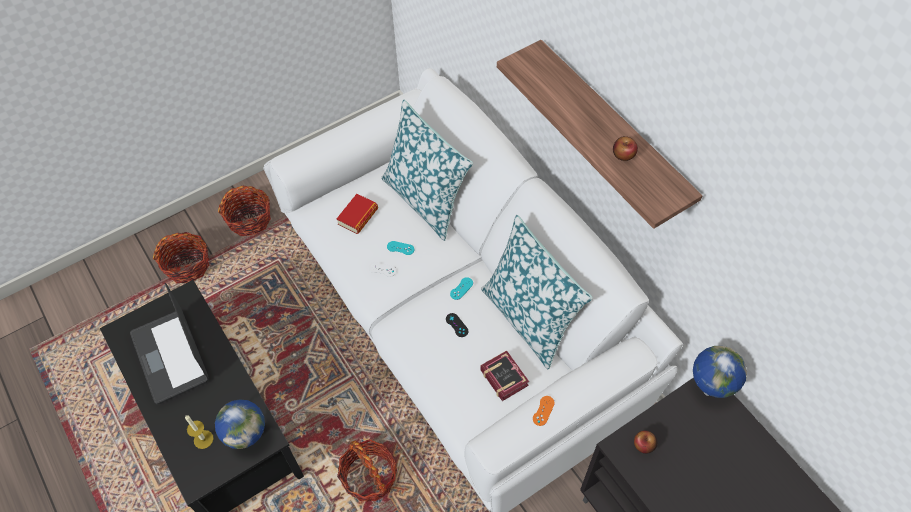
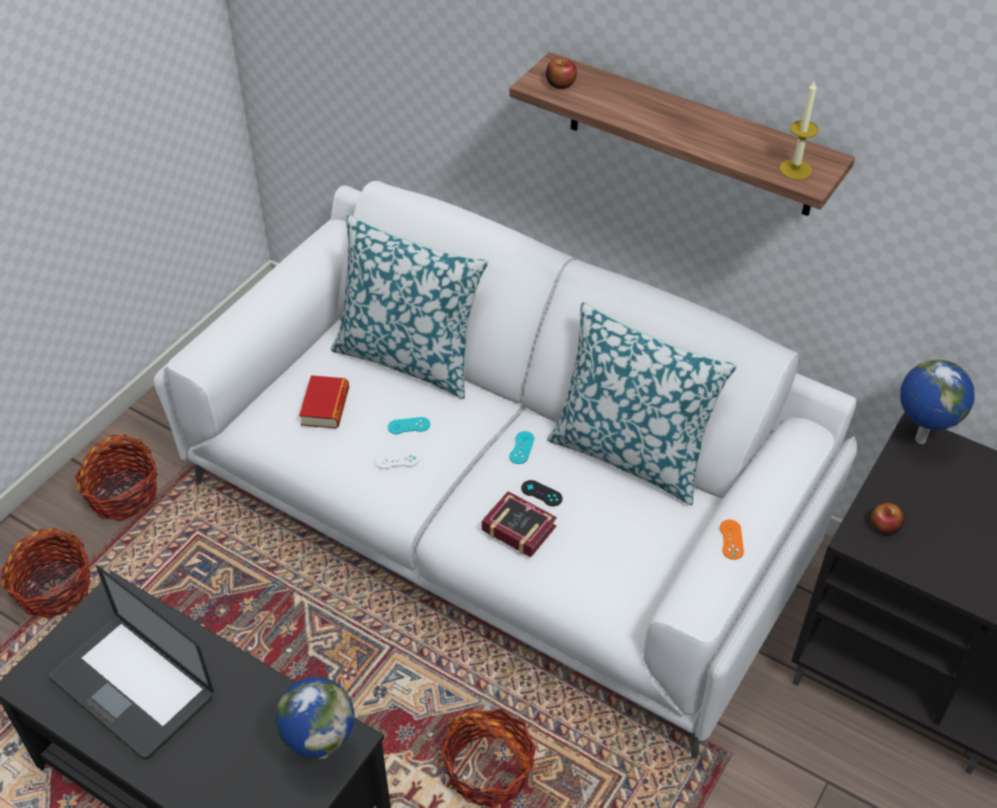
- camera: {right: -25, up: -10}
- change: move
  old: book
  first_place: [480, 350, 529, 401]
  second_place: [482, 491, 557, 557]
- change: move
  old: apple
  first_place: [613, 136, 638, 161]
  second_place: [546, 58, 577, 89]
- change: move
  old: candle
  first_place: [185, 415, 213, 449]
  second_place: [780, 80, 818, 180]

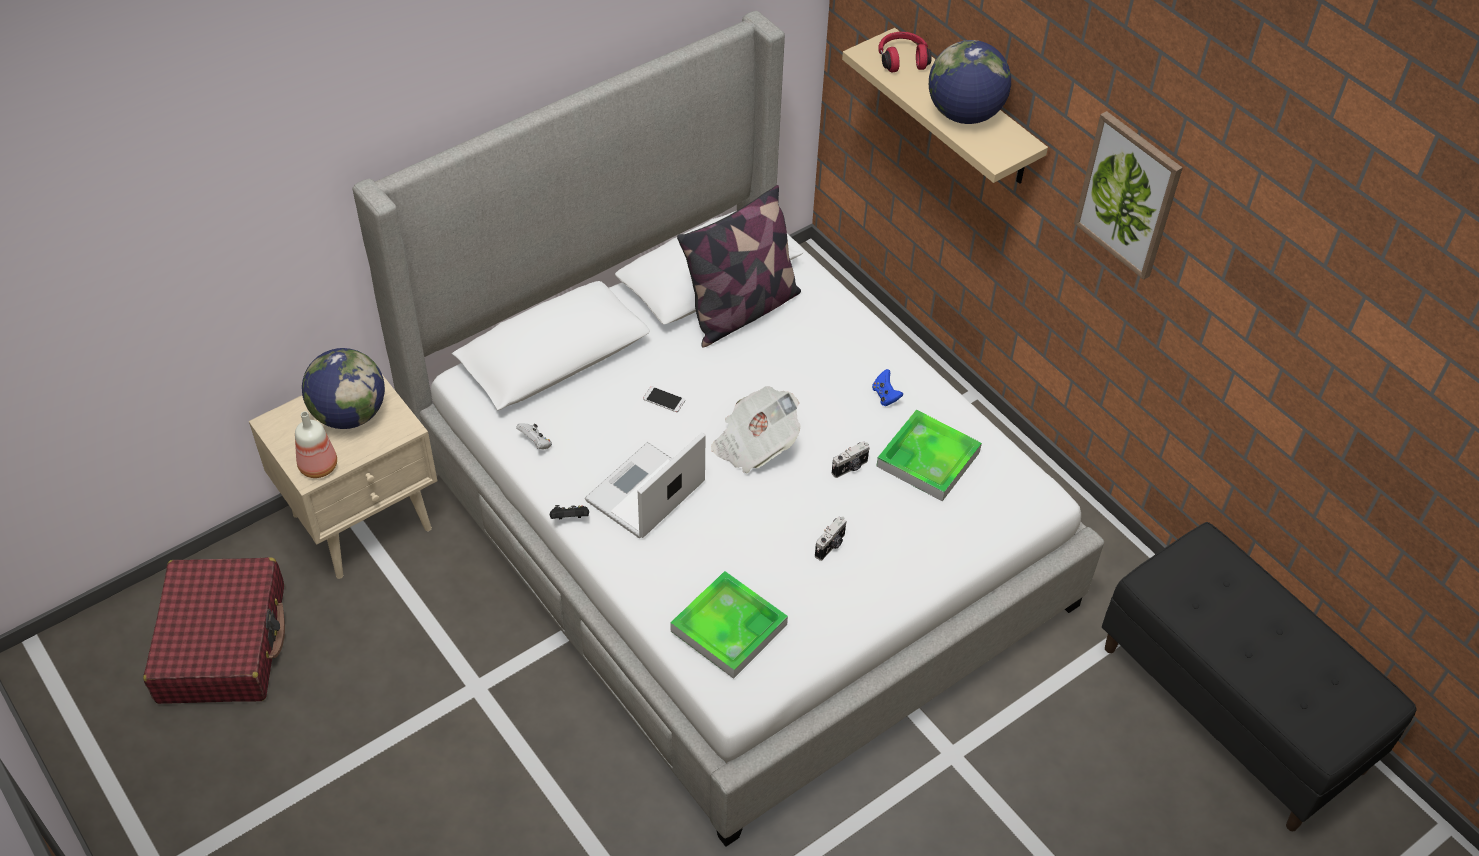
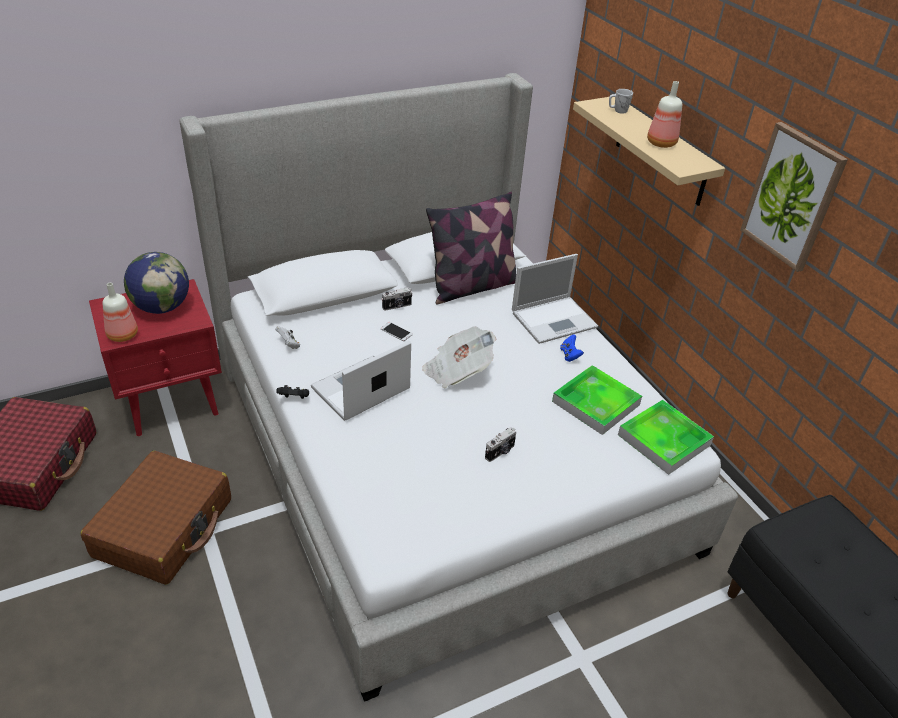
- camera: {right: 10, up: -10}
- change: insert
  new: brown suitcase
  second_place: [80, 451, 231, 585]
- change: recolor
  old: beige nightstand
  new: red nightstand
  first_place: [249, 375, 437, 579]
  second_place: [89, 279, 222, 436]
- change: move
  old: photo camera
  first_place: [832, 441, 869, 478]
  second_place: [382, 287, 413, 311]
- change: insert
  new: laptop
  second_place: [512, 254, 598, 344]
- change: replace
  old: red headphones
  new: white mug
  first_place: [878, 32, 932, 72]
  second_place: [609, 89, 633, 114]
- change: move
  old: tray
  first_place: [670, 571, 788, 679]
  second_place: [618, 400, 714, 475]
- change: replace
  old: globe
  new: bottle
  first_place: [929, 40, 1011, 124]
  second_place: [647, 81, 682, 148]

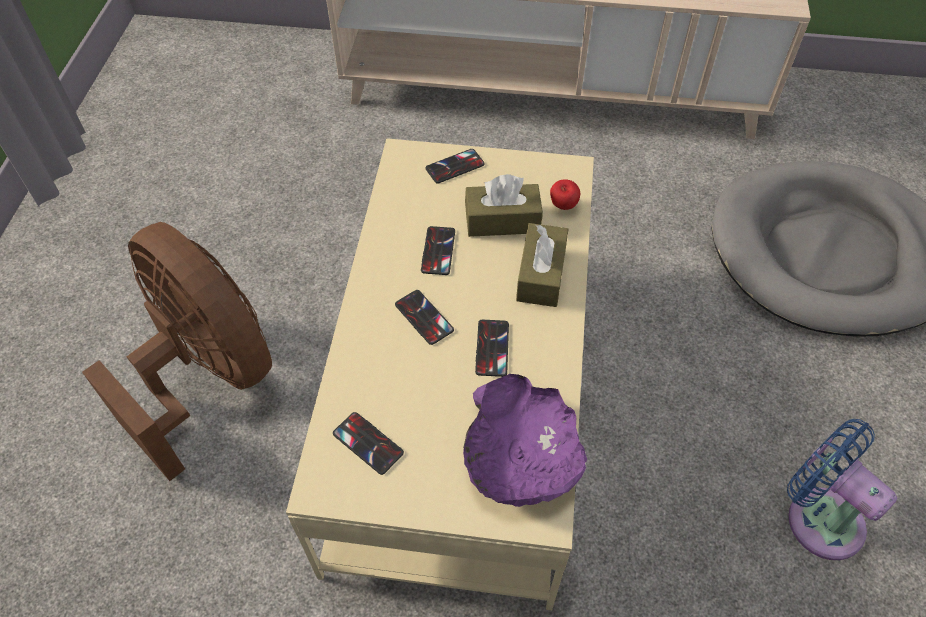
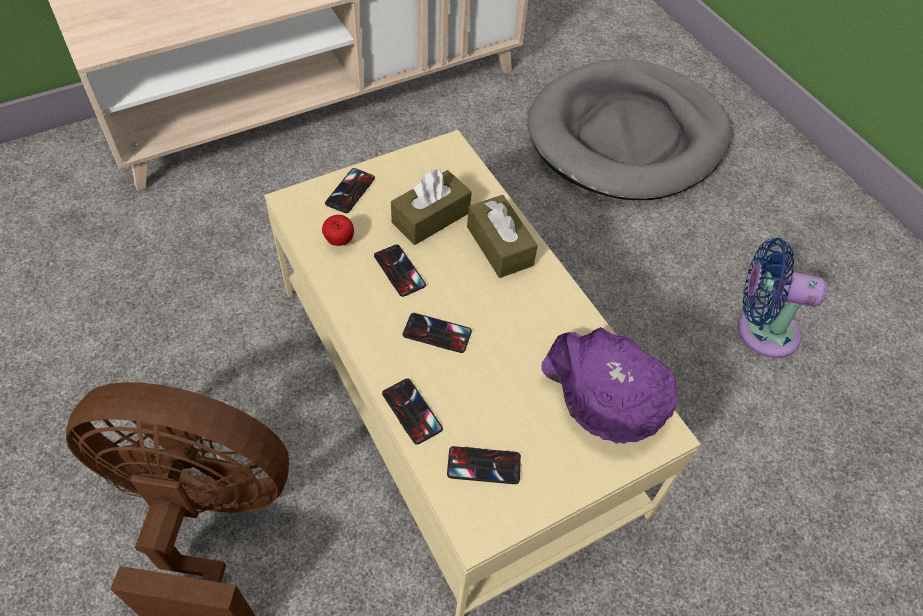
- camera: {right: -40, up: 0}
- change: move
  old: apple
  first_place: [550, 179, 580, 210]
  second_place: [322, 215, 354, 246]
- change: move
  old: phone
  first_place: [475, 320, 509, 377]
  second_place: [382, 379, 443, 445]

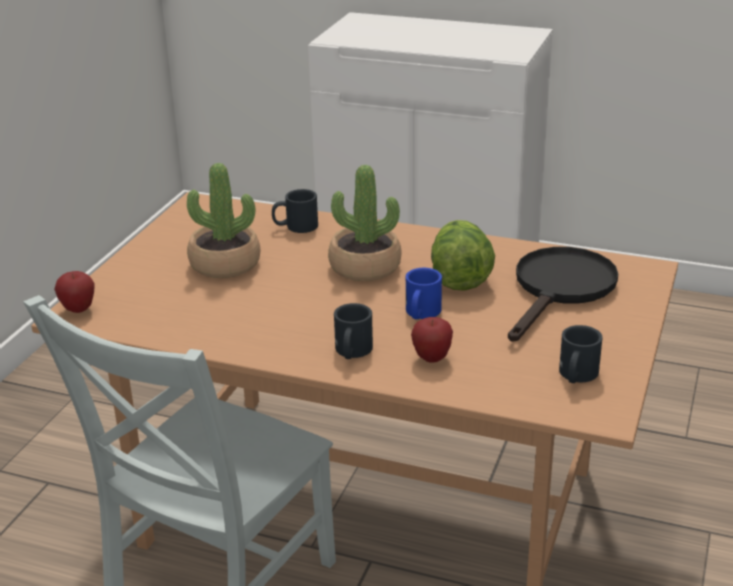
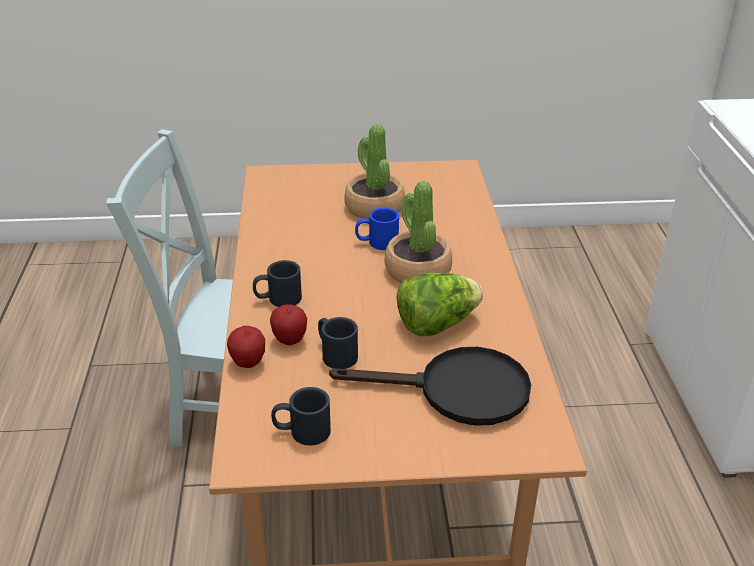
- camera: {right: 65, up: 5}
- change: move
  old: apple
  first_place: [54, 271, 95, 313]
  second_place: [227, 326, 265, 368]
- change: move
  old: black mug
  first_place: [272, 189, 318, 233]
  second_place: [318, 317, 358, 369]
- change: move
  old: blue mug
  first_place: [406, 268, 442, 319]
  second_place: [355, 208, 399, 250]

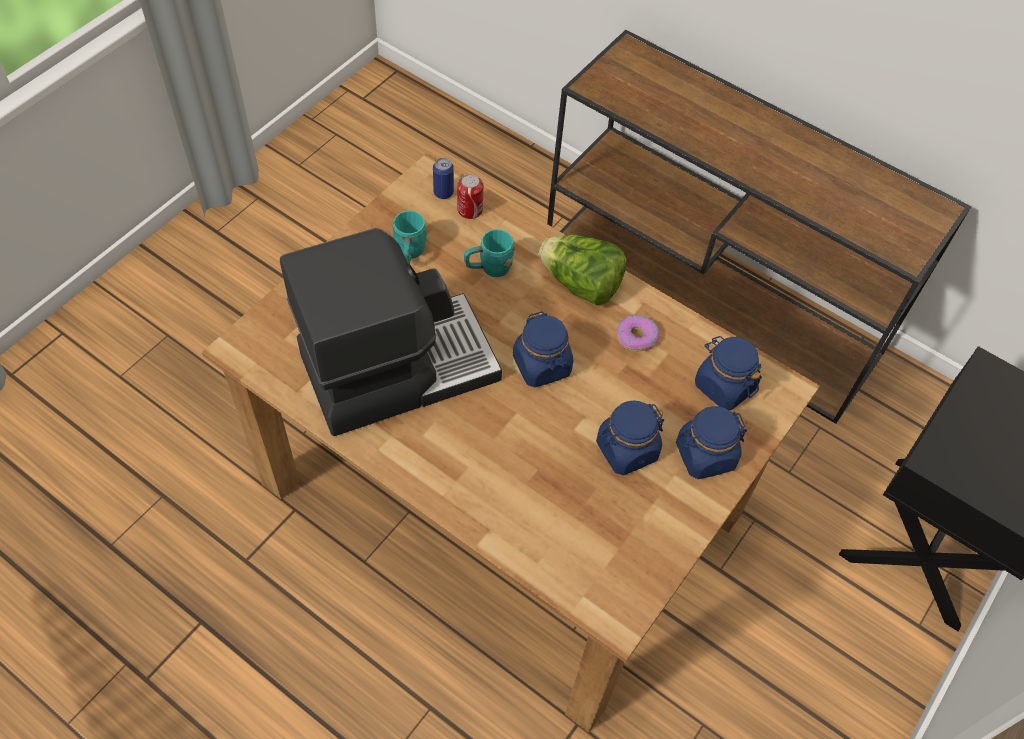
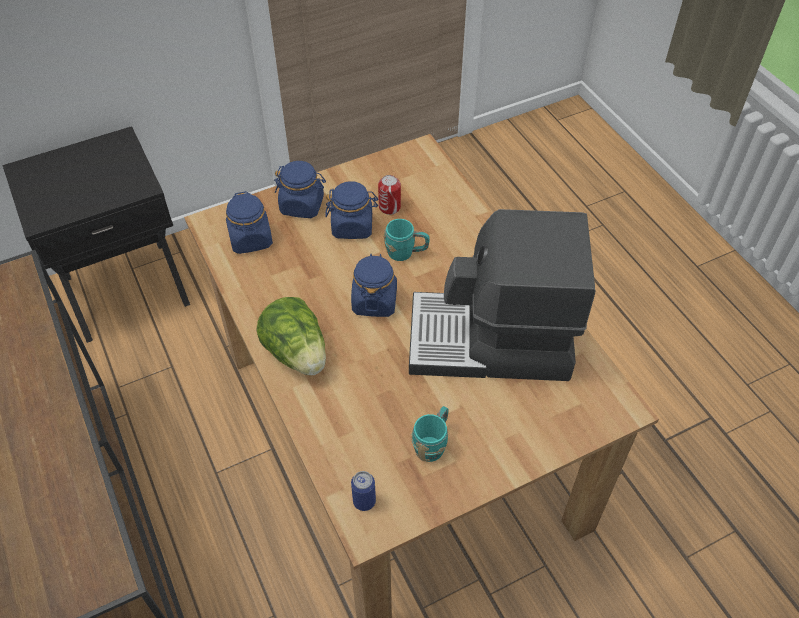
- camera: {right: -150, up: -5}
- change: move
  old: can
  first_place: [457, 174, 483, 219]
  second_place: [378, 175, 401, 215]
- change: move
  old: turquoise mug
  first_place: [464, 229, 515, 277]
  second_place: [384, 219, 430, 261]
- change: delete
  old: donut
  first_place: [617, 315, 660, 351]

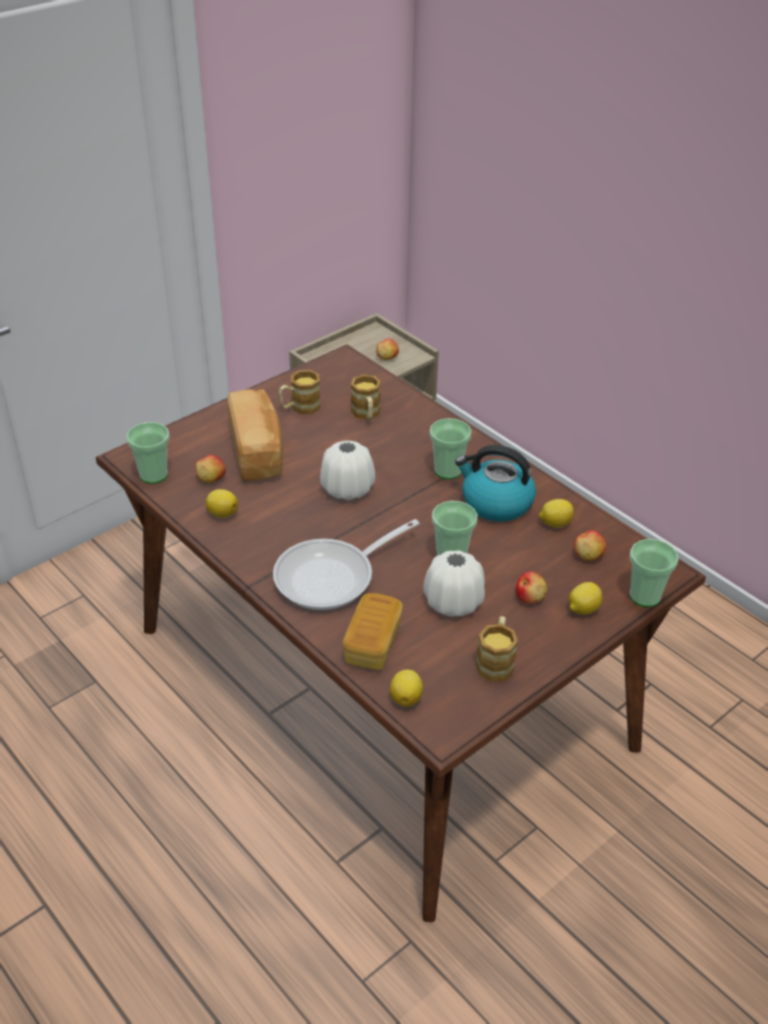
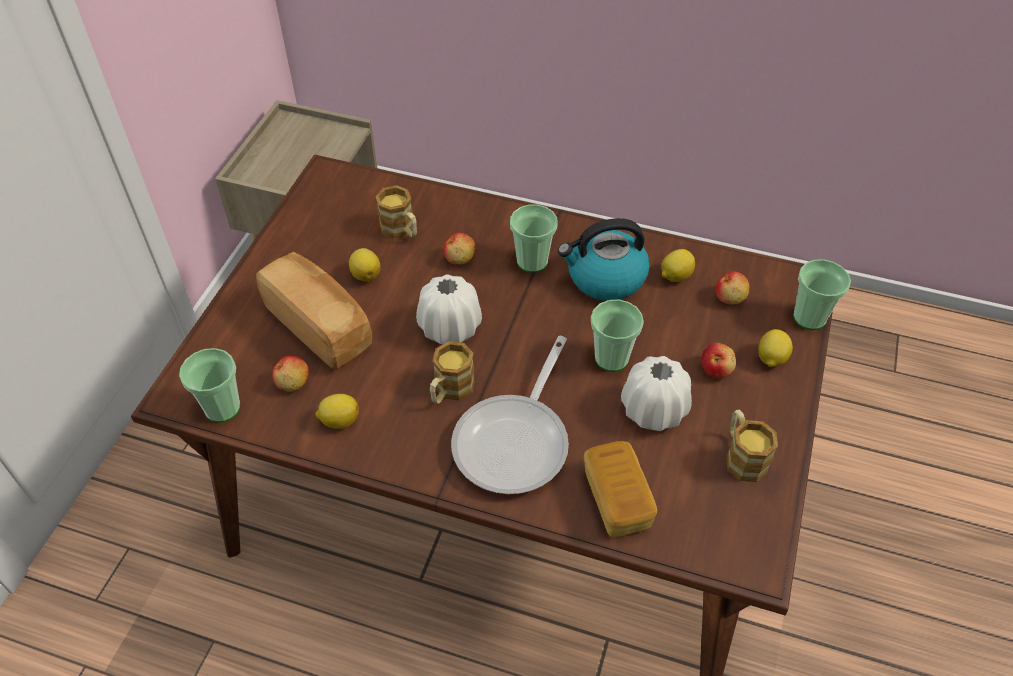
- camera: {right: -30, up: 10}
- change: move
  old: lemon
  first_place: [390, 669, 423, 707]
  second_place: [349, 248, 380, 281]
- change: move
  old: mug
  first_place: [279, 370, 321, 414]
  second_place: [430, 341, 475, 404]
- change: move
  old: apple
  first_place: [376, 338, 399, 360]
  second_place: [444, 232, 476, 265]

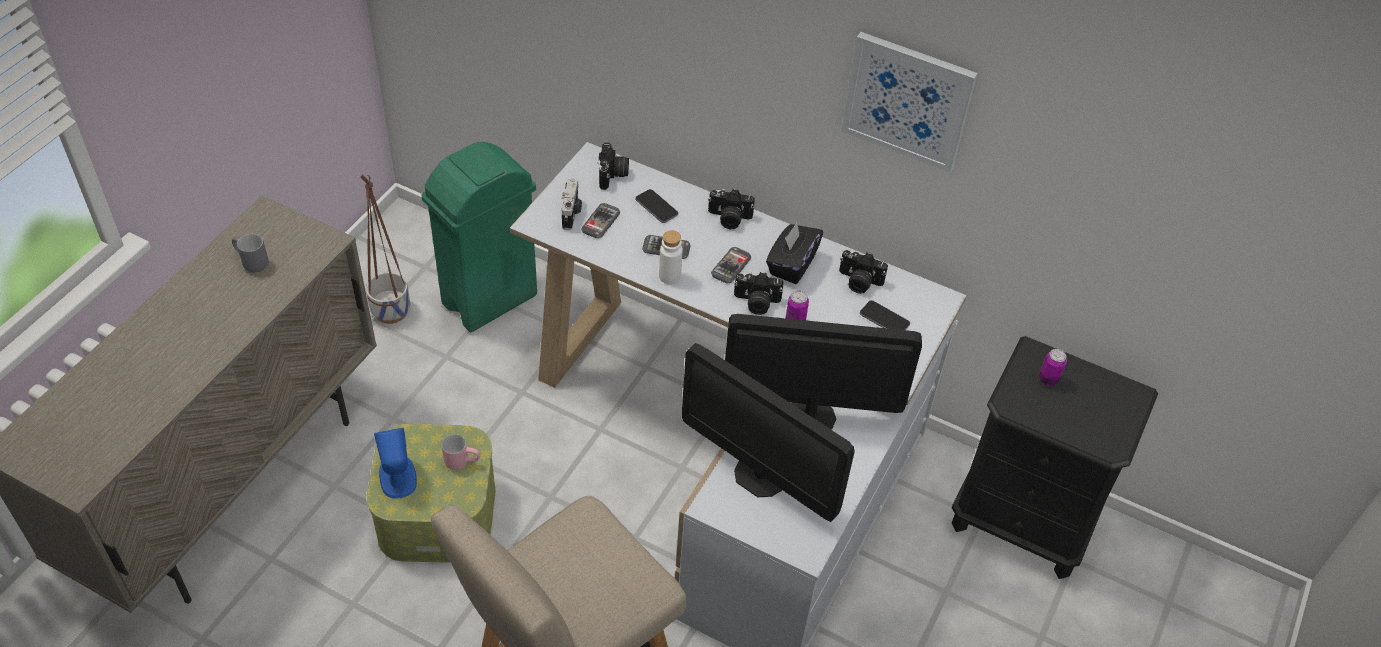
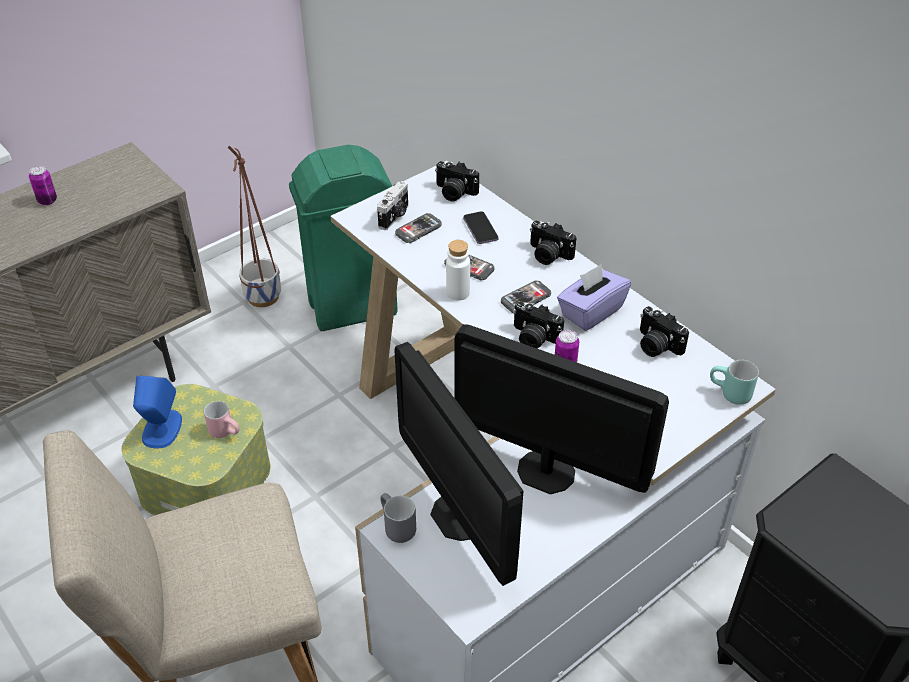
- camera: {right: 25, up: -5}
- change: move
  old: can
  first_place: [1039, 349, 1067, 386]
  second_place: [29, 166, 57, 205]
- change: move
  old: grey mug
  first_place: [232, 234, 269, 272]
  second_place: [380, 493, 416, 543]
- change: rotate
  old: photo camera
  first_place: [597, 142, 629, 190]
  second_place: [435, 161, 479, 201]
  degrees: 90
- change: recolor
  old: black tissue box
  new: purple tissue box
  first_place: [766, 223, 823, 284]
  second_place: [557, 264, 631, 331]
- change: insert
  new: turquoise mug
  second_place: [710, 360, 759, 405]
- change: delete
  old: picture
  first_place: [841, 32, 978, 173]
- change: delete
  old: phone
  first_place: [860, 300, 910, 330]

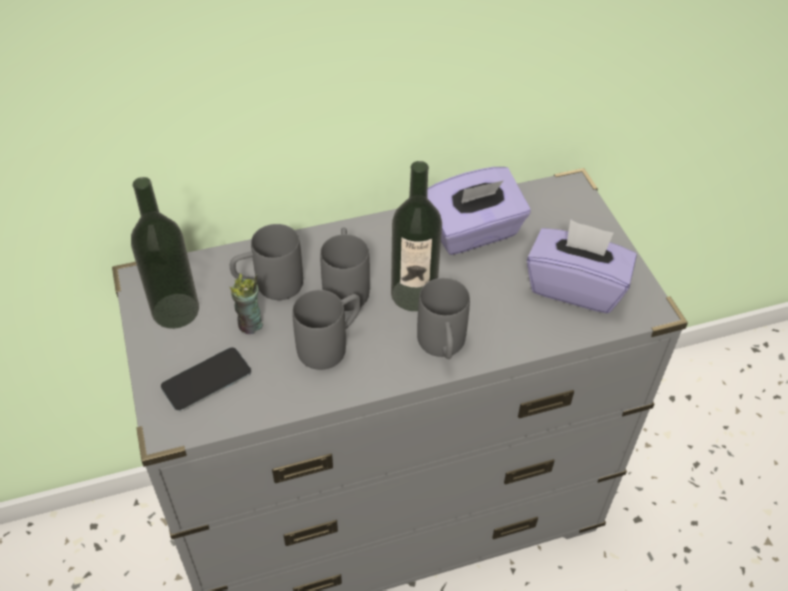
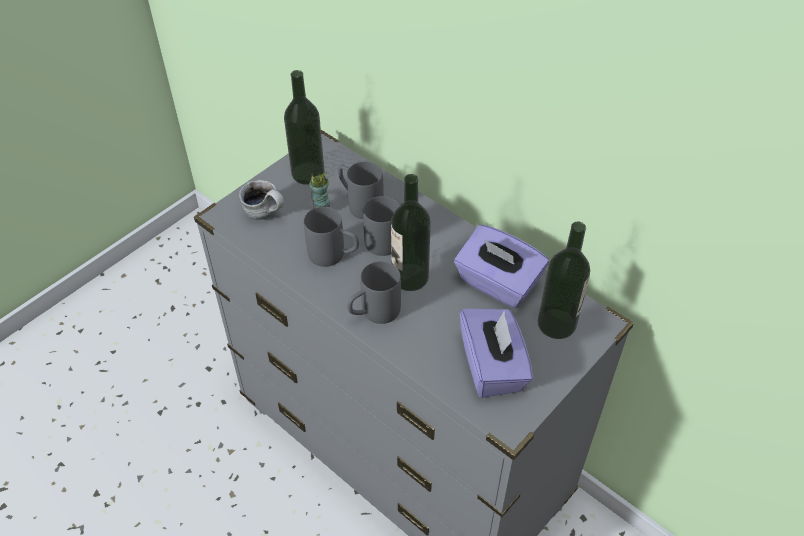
- camera: {right: 60, up: 0}
- change: replace
  old: phone
  new: mug
  first_place: [161, 347, 251, 412]
  second_place: [239, 180, 284, 220]
- change: insert
  new: bottle
  second_place: [538, 222, 590, 339]

